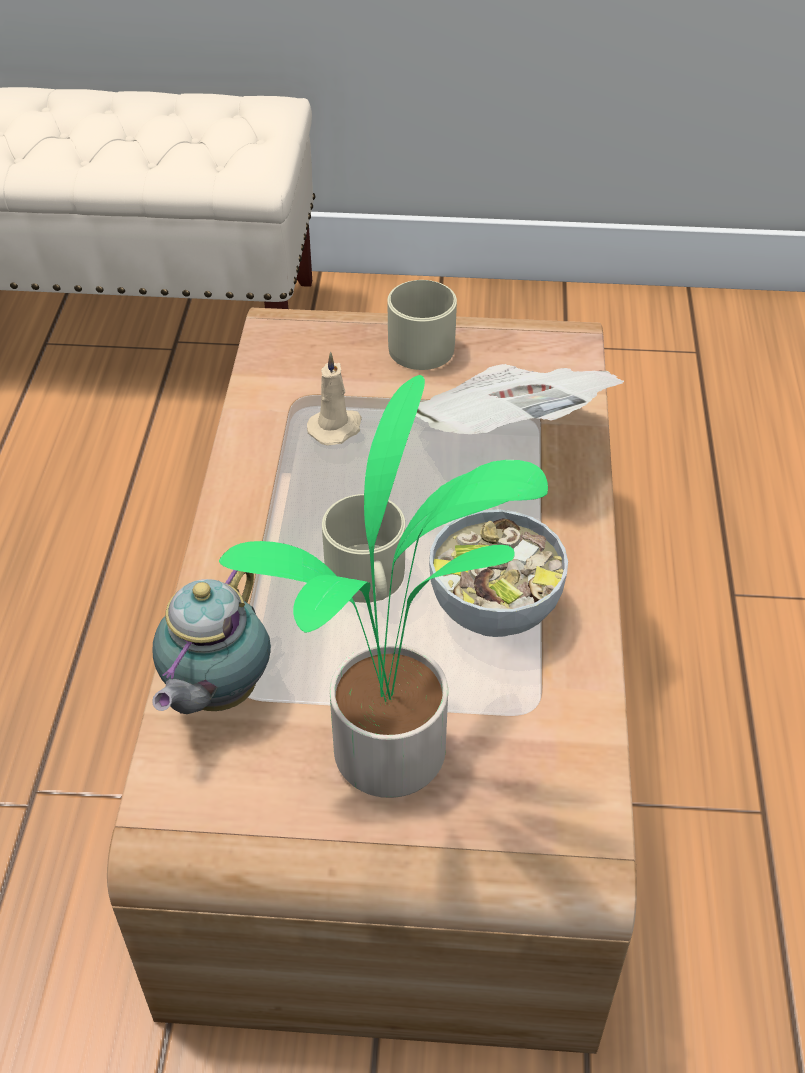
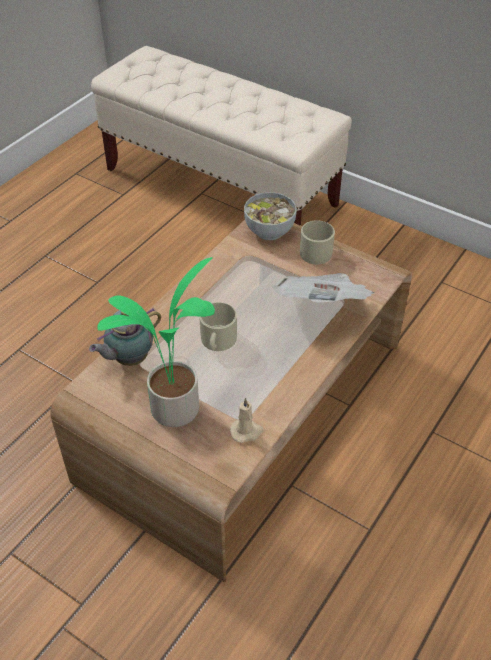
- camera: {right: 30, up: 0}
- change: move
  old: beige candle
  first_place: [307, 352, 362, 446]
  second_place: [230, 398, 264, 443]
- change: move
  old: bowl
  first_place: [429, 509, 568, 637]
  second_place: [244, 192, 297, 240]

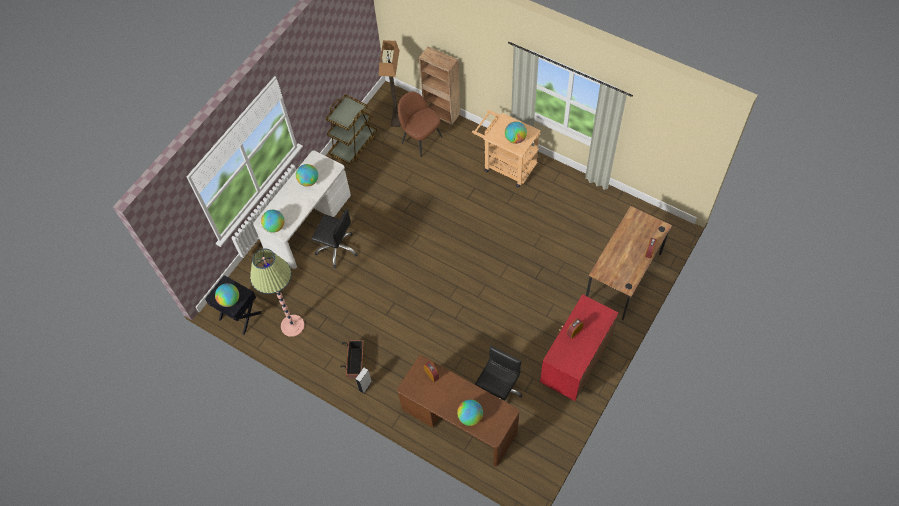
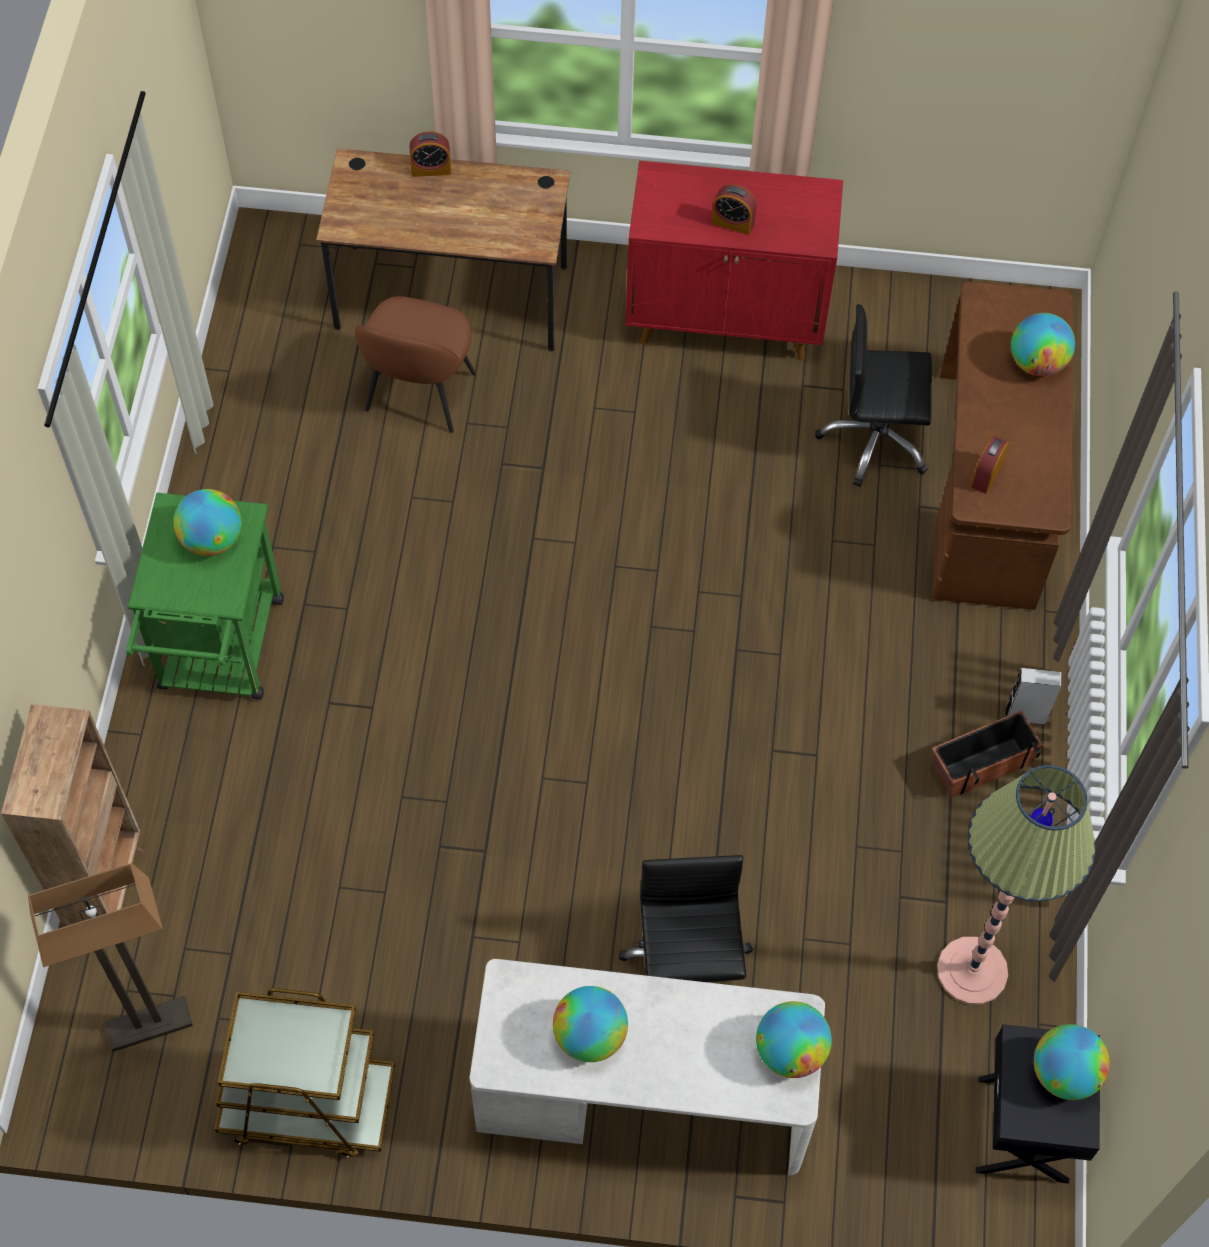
- camera: {right: -120, up: 0}
- change: recolor
  old: beige cart
  new: green cart
  first_place: [472, 110, 541, 187]
  second_place: [126, 493, 284, 700]
- change: move
  old: brown chair
  first_place: [398, 92, 442, 157]
  second_place: [355, 296, 476, 433]

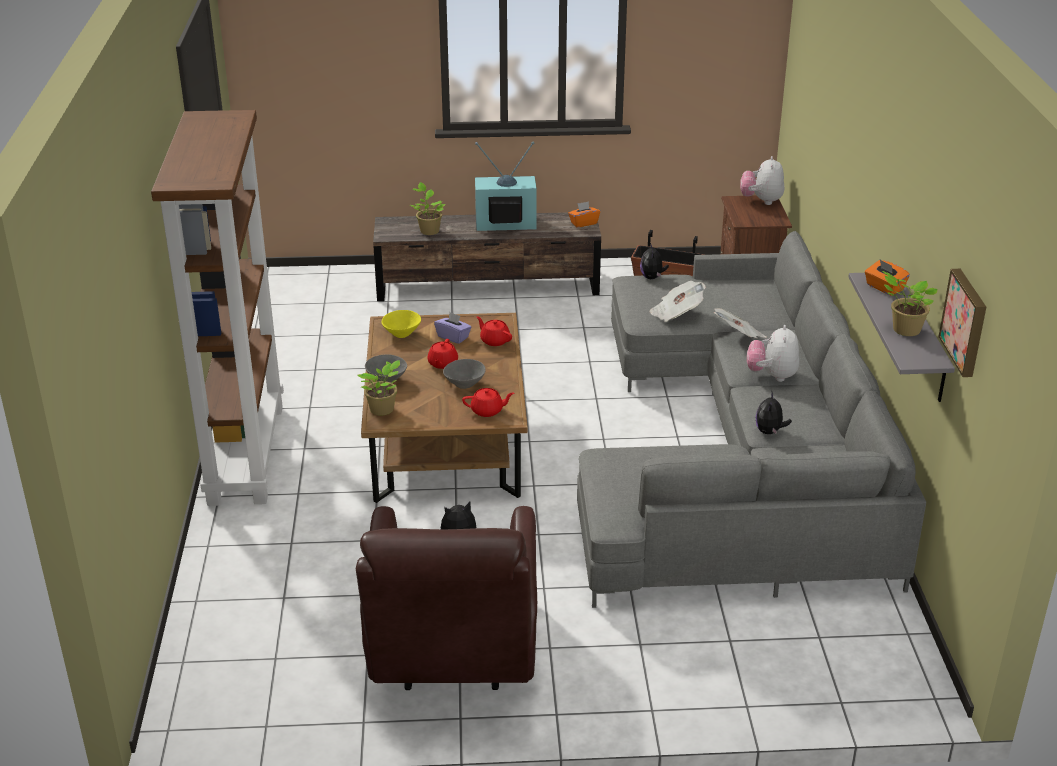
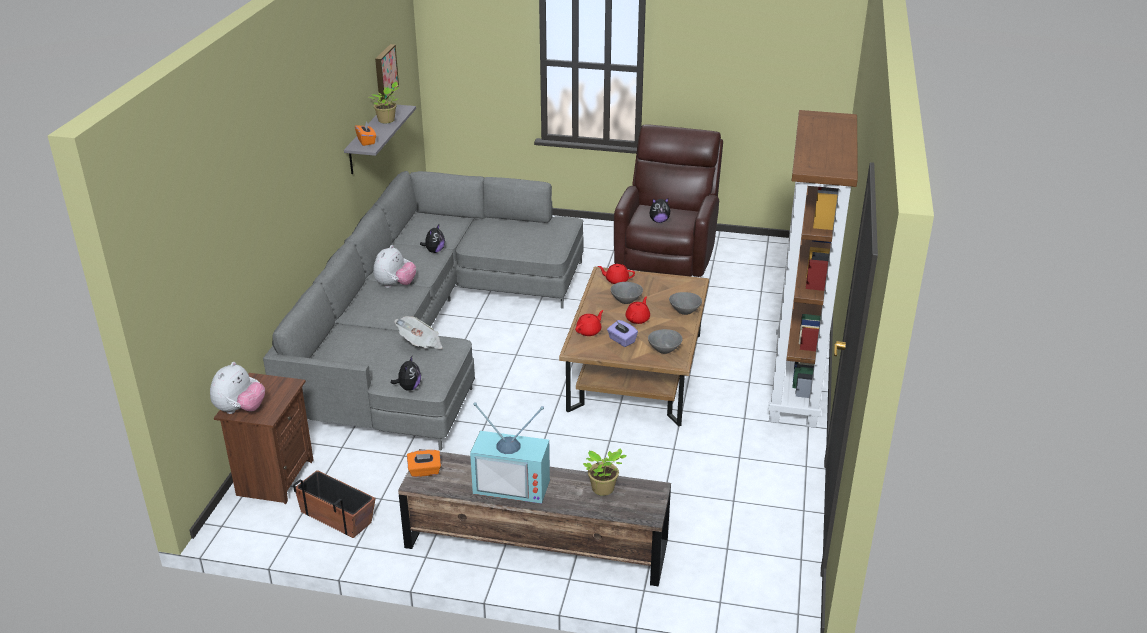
- camera: {right: -165, up: 0}
- change: rotate
  old: red teapot
  first_place: [477, 316, 512, 346]
  second_place: [575, 310, 604, 336]
  degrees: -105
- change: recolor
  old: yellow bowl
  new: grey bowl
  first_place: [382, 310, 421, 338]
  second_place: [648, 329, 683, 354]
- change: delete
  old: potted plant
  first_place: [358, 360, 400, 416]
- change: delete
  old: newspaper
  first_place: [713, 308, 767, 339]

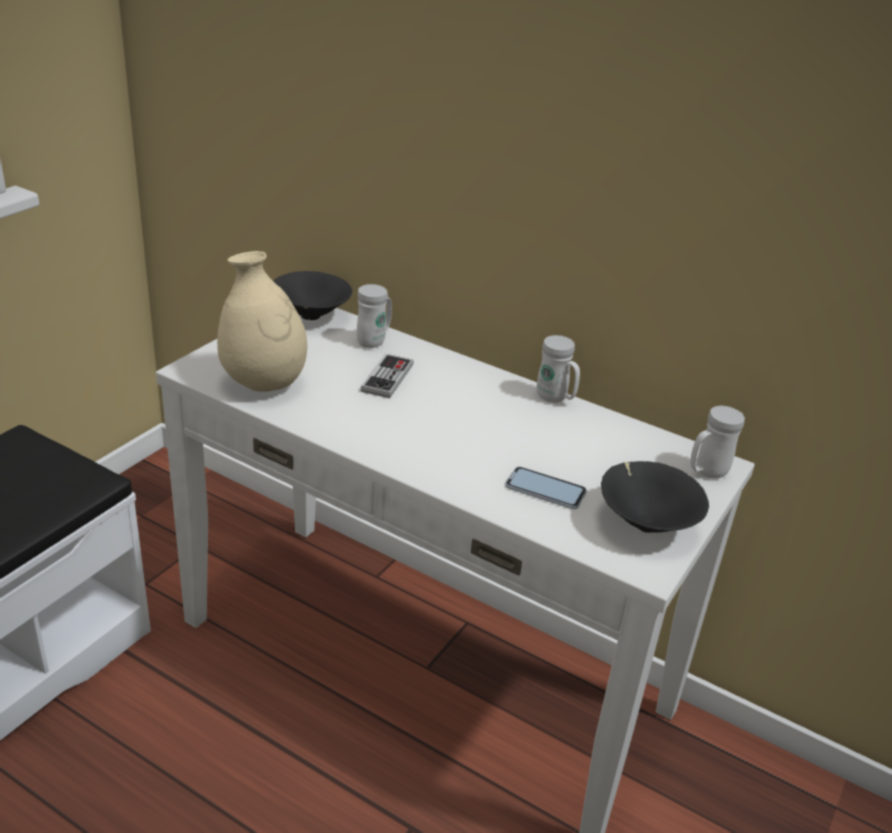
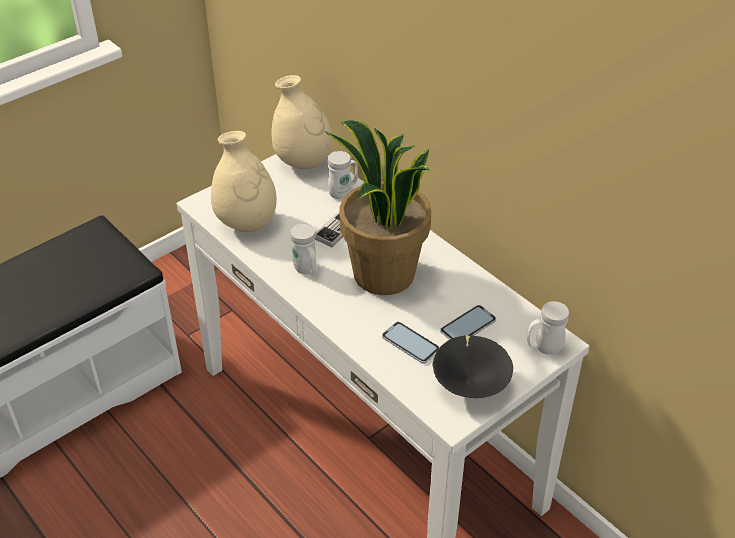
- camera: {right: 20, up: 10}
- change: replace
  old: black bowl
  new: beige vase
  first_place: [273, 271, 352, 320]
  second_place: [272, 75, 332, 169]
- change: move
  old: white mug
  first_place: [537, 335, 580, 403]
  second_place: [290, 223, 317, 275]
- change: insert
  new: potted plant
  second_place: [325, 120, 431, 295]
- change: insert
  new: phone
  second_place: [440, 305, 496, 340]

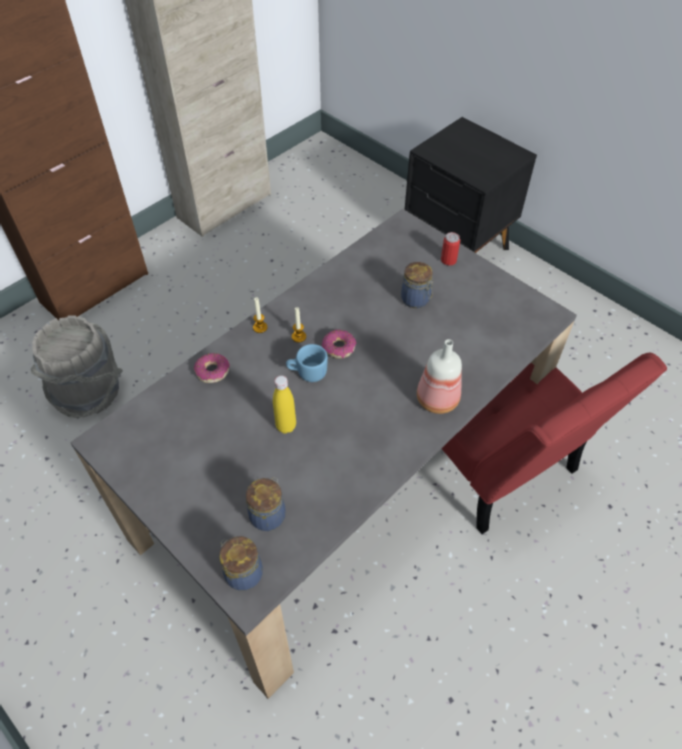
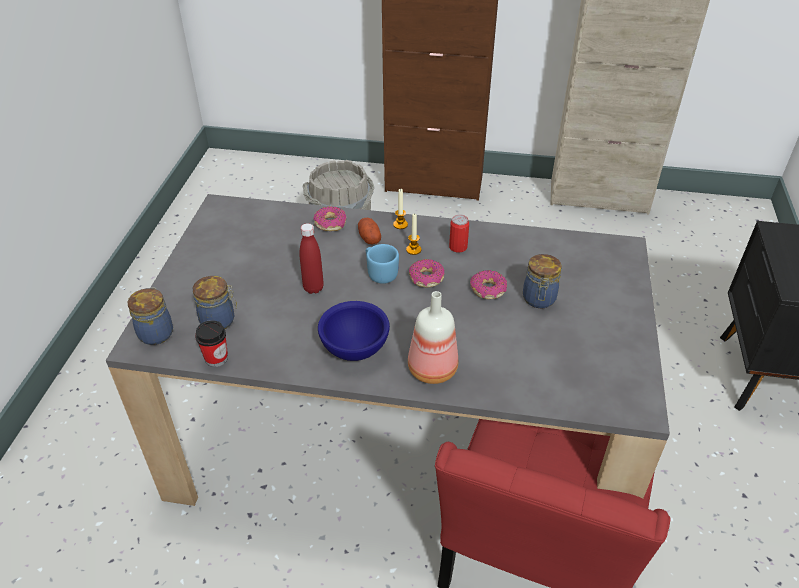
- camera: {right: 55, up: -10}
- change: insert
  new: cup
  second_place: [195, 320, 228, 367]
- change: recolor
  old: yellow bottle
  new: red bottle
  first_place: [273, 375, 296, 434]
  second_place: [299, 223, 324, 294]
- change: insert
  new: blue bowl
  second_place: [318, 301, 390, 361]
- change: insert
  new: potato
  second_place: [358, 218, 381, 245]
- change: move
  old: can
  first_place: [441, 232, 460, 266]
  second_place: [449, 215, 469, 253]
- change: insert
  new: donut
  second_place: [470, 270, 507, 299]

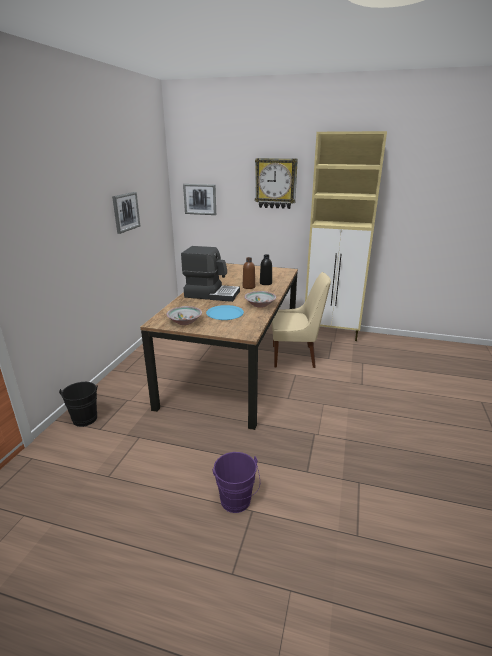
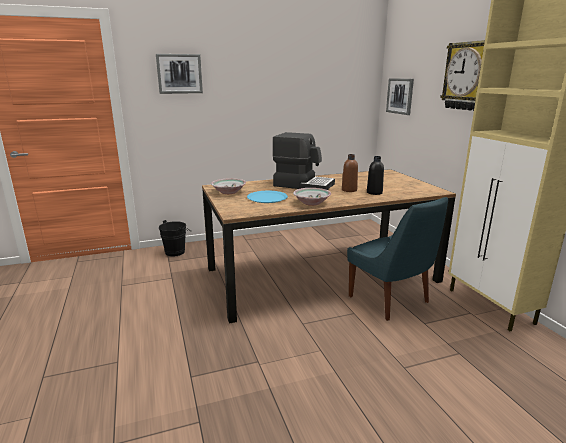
- camera: {right: 55, up: -5}
- change: move
  old: picture
  first_place: [112, 192, 140, 234]
  second_place: [156, 54, 203, 94]
- change: rotate
  old: coffee machine
  first_place: [181, 246, 240, 302]
  second_place: [273, 132, 335, 190]
  degrees: -45
- change: recolor
  old: beige chair
  new: blue chair
  first_place: [271, 272, 331, 368]
  second_place: [347, 197, 448, 321]
- change: delete
  old: purple bucket
  first_place: [212, 452, 260, 513]

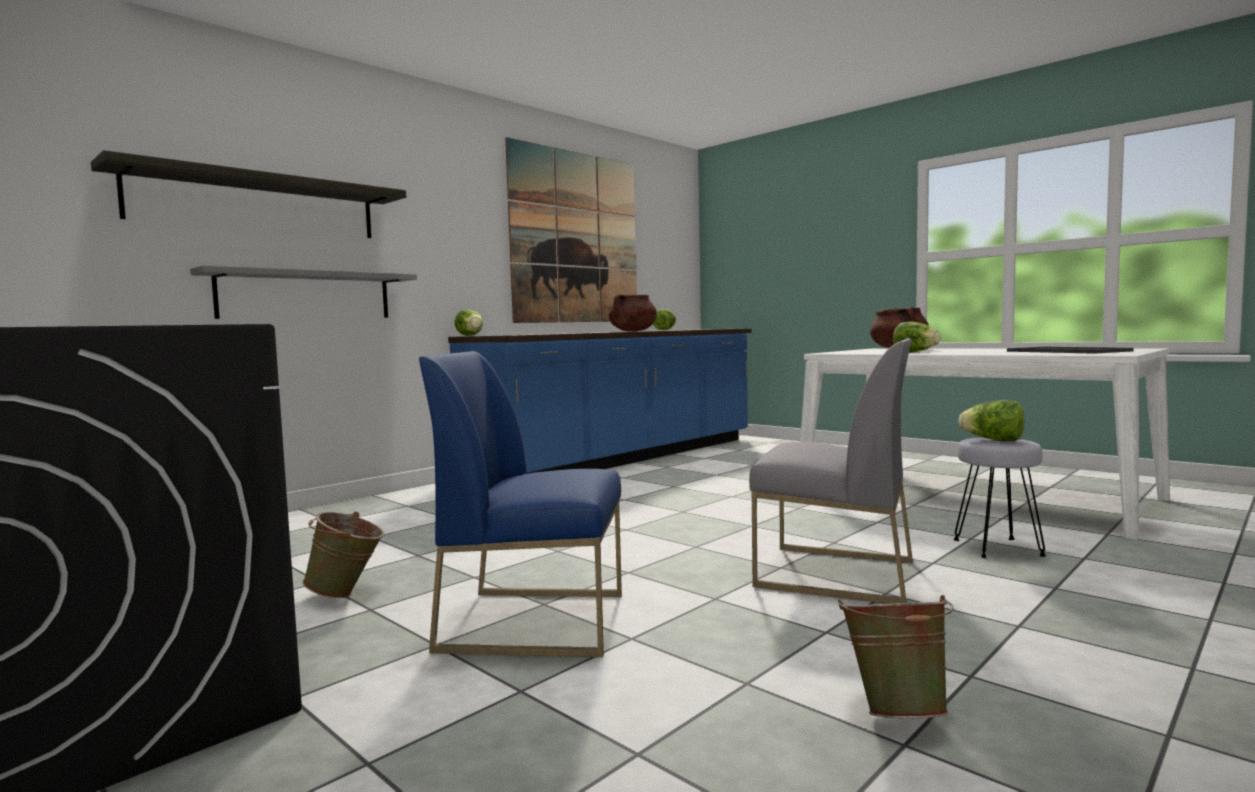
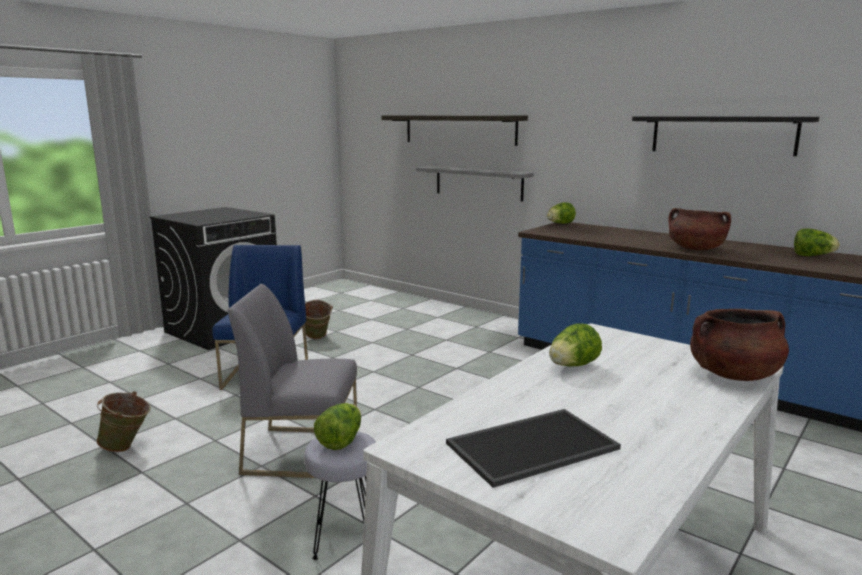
- camera: {right: 85, up: 10}
- change: rotate
  old: grey chair
  first_place: [749, 338, 913, 604]
  second_place: [227, 284, 357, 478]
  degrees: 75
- change: replace
  old: picture
  new: black shelf
  first_place: [505, 137, 637, 323]
  second_place: [632, 116, 819, 156]

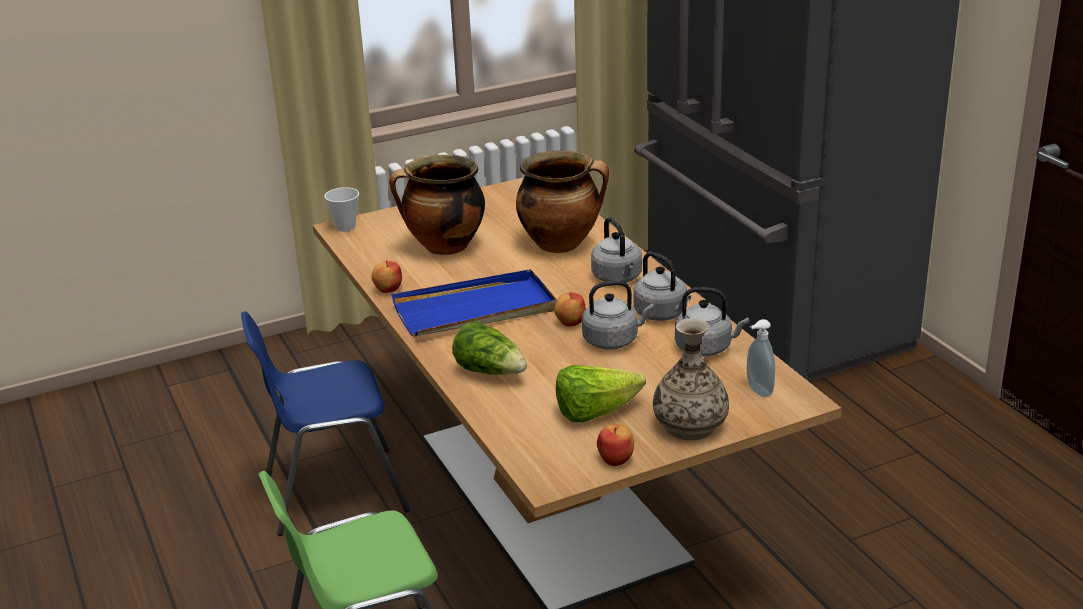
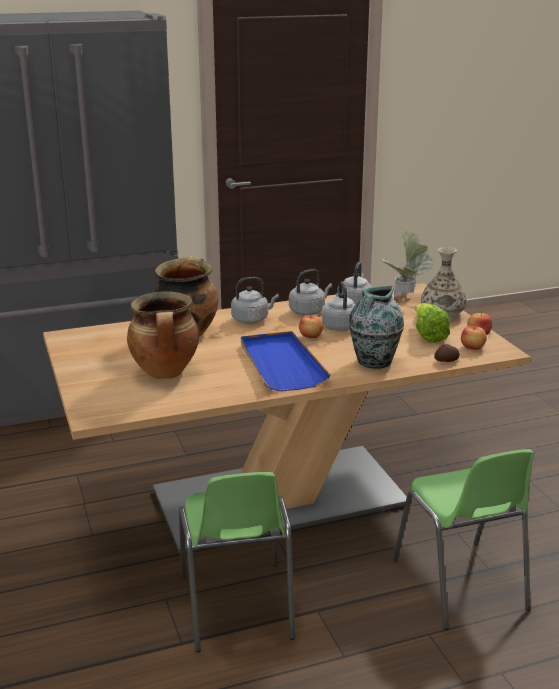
- camera: {right: -85, up: -5}
- change: recolor
  old: blue chair
  new: green chair
  first_place: [241, 311, 410, 536]
  second_place: [179, 472, 295, 652]
- change: replace
  old: lettuce
  new: vase
  first_place: [452, 321, 527, 375]
  second_place: [349, 286, 404, 369]
- change: replace
  old: soap dispenser
  new: potted plant
  first_place: [747, 319, 775, 397]
  second_place: [382, 231, 434, 297]
- change: insert
  new: potato
  second_place: [434, 344, 460, 362]
- change: move
  old: apple
  first_place: [371, 260, 402, 293]
  second_place: [461, 325, 487, 350]
- change: delete
  old: cup
  first_place: [324, 187, 359, 232]

